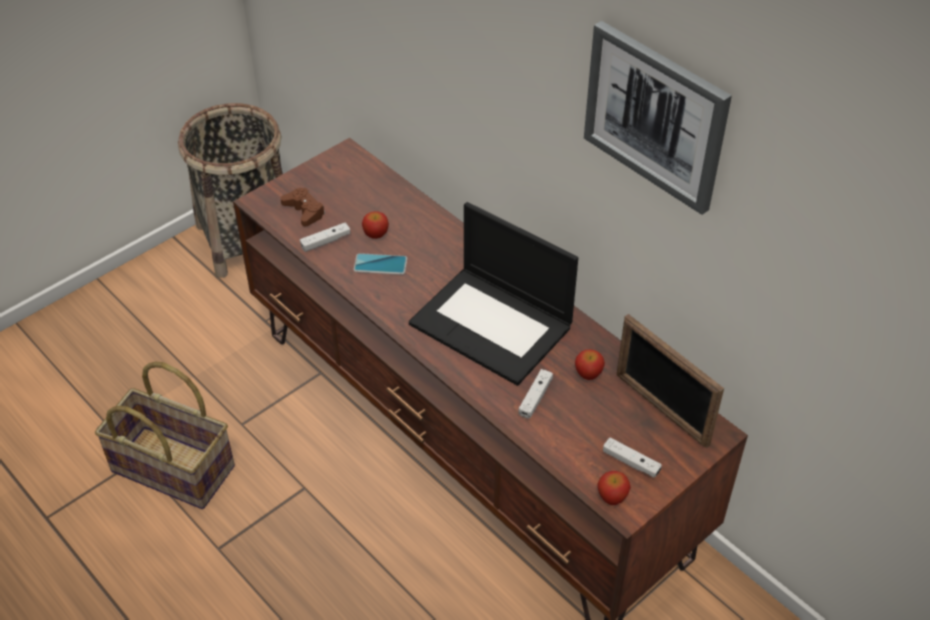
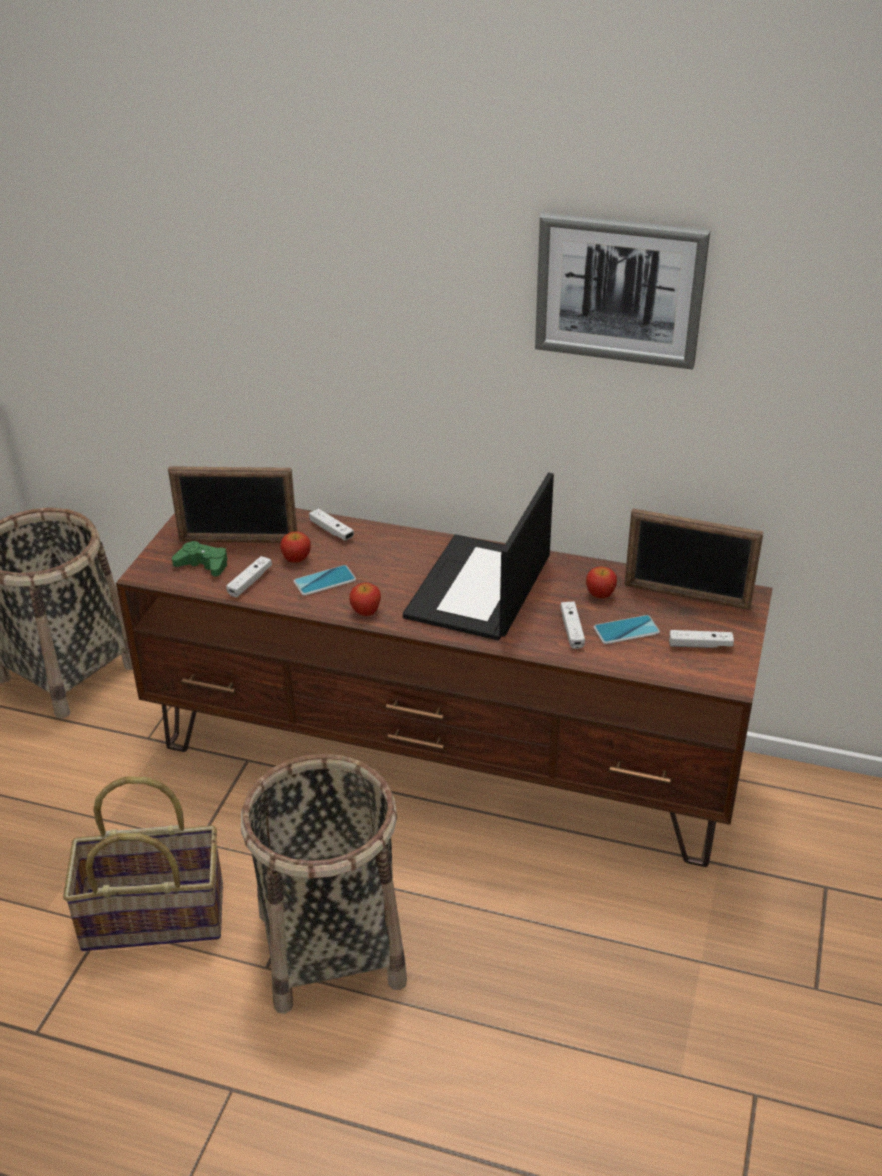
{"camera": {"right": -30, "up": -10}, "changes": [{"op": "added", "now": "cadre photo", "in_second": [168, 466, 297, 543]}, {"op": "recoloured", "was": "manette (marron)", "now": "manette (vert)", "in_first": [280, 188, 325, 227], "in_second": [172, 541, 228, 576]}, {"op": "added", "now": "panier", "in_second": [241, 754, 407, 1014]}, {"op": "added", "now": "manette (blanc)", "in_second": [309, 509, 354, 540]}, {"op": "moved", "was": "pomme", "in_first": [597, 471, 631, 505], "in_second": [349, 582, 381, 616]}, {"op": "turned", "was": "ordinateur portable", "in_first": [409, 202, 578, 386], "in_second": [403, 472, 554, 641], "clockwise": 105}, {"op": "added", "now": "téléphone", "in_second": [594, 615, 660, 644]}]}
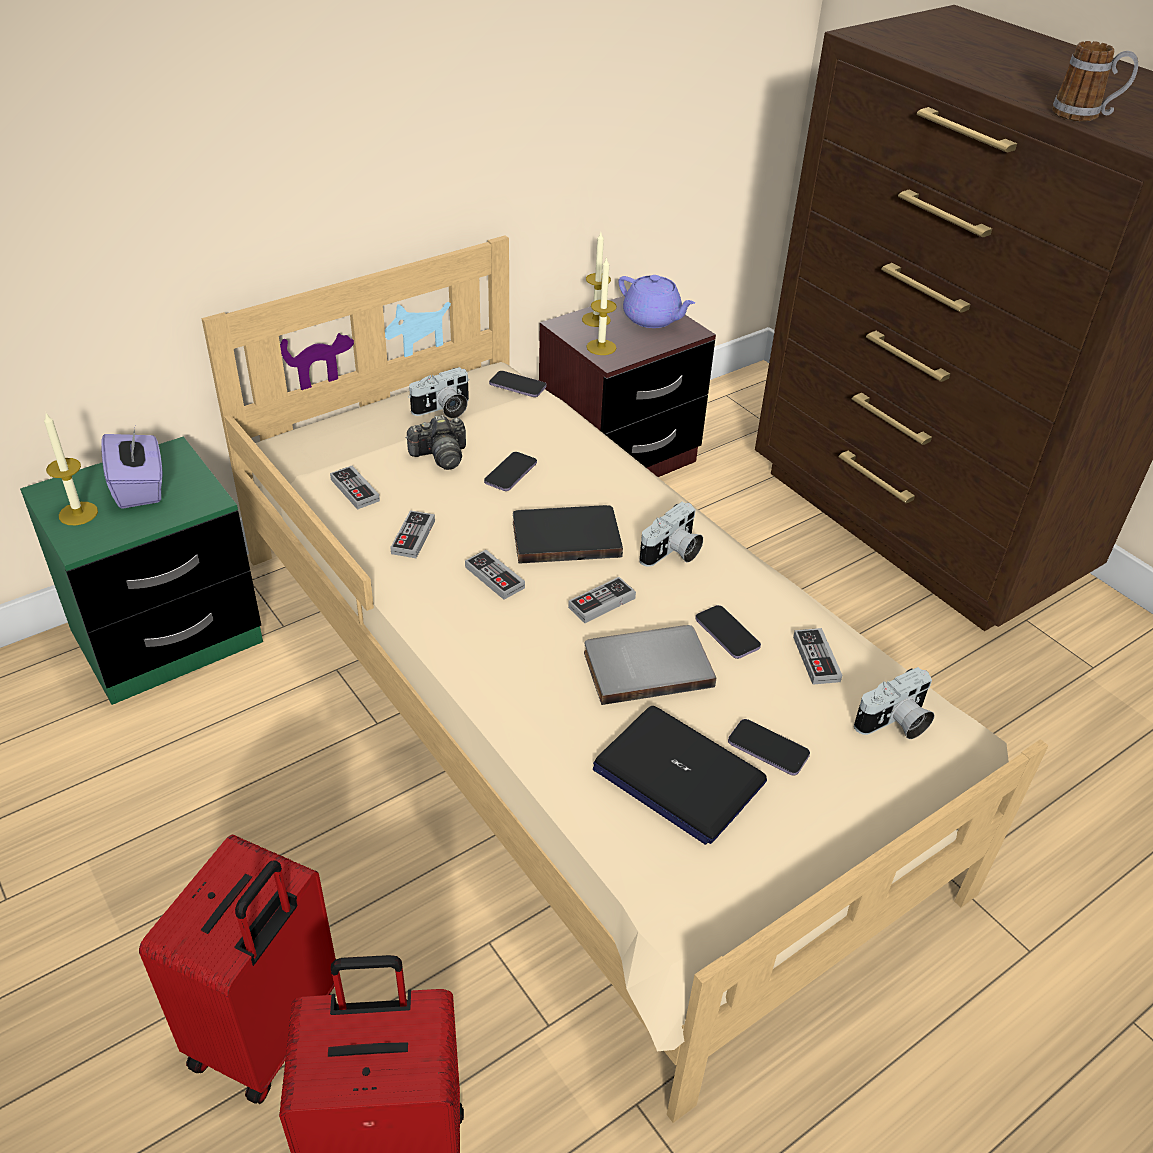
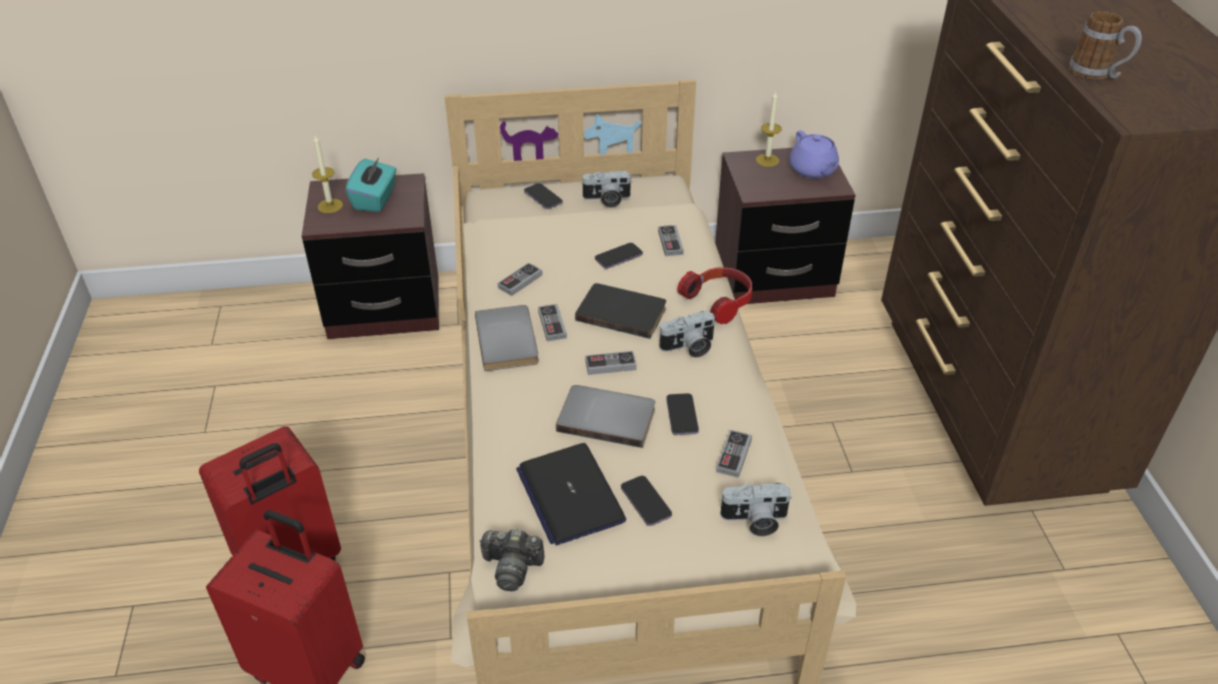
{"camera": {"right": 30, "up": 0}, "changes": [{"op": "recoloured", "was": "table de chevet (vert)", "now": "table de chevet (marron)", "in_first": [20, 436, 263, 705], "in_second": [302, 173, 439, 339]}, {"op": "recoloured", "was": "boîte à mouchoirs (violet)", "now": "boîte à mouchoirs (turquoise)", "in_first": [102, 428, 163, 509], "in_second": [345, 158, 396, 212]}, {"op": "added", "now": "livre (gris)", "in_second": [475, 305, 539, 371]}, {"op": "moved", "was": "appareil photo", "in_first": [406, 415, 466, 470], "in_second": [479, 529, 545, 591]}, {"op": "moved", "was": "téléphone", "in_first": [489, 371, 547, 397], "in_second": [524, 183, 563, 209]}, {"op": "moved", "was": "manette", "in_first": [330, 466, 380, 510], "in_second": [658, 225, 684, 256]}, {"op": "added", "now": "casque audio", "in_second": [677, 267, 752, 324]}, {"op": "removed", "was": "bougie", "in_first": [586, 257, 617, 355]}]}
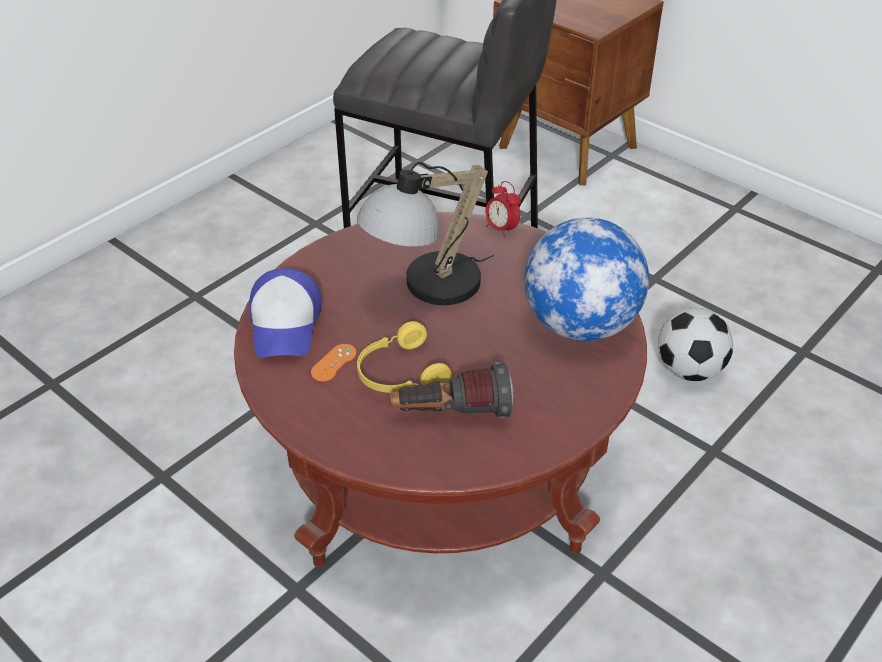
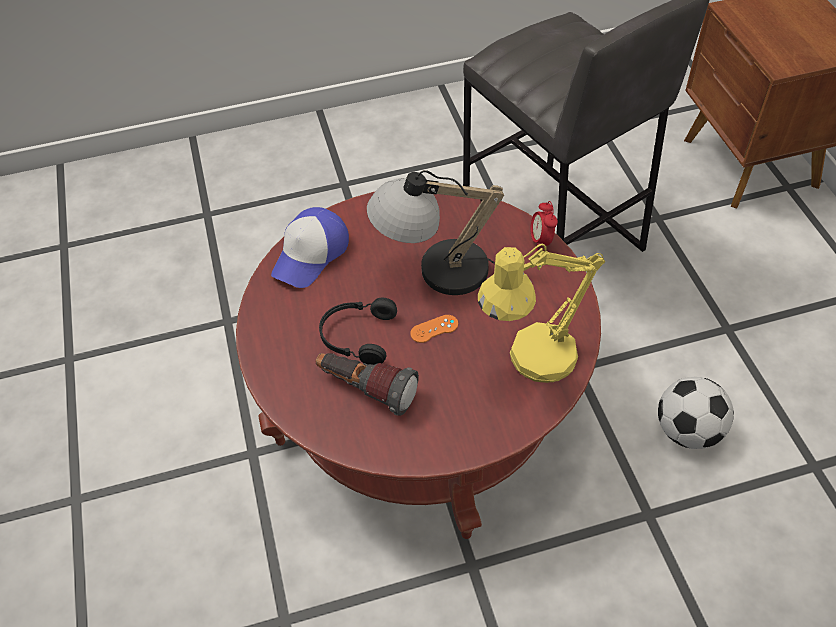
{"camera": {"right": 35, "up": 10}, "changes": [{"op": "recoloured", "was": "casque audio (jaune)", "now": "casque audio (noir)", "in_first": [357, 321, 452, 393], "in_second": [319, 298, 397, 365]}, {"op": "moved", "was": "manette (orange)", "in_first": [311, 344, 357, 381], "in_second": [410, 315, 458, 343]}, {"op": "replaced", "was": "globe", "now": "lampe de table (jaune)", "in_first": [525, 217, 649, 341], "in_second": [478, 243, 605, 383]}]}
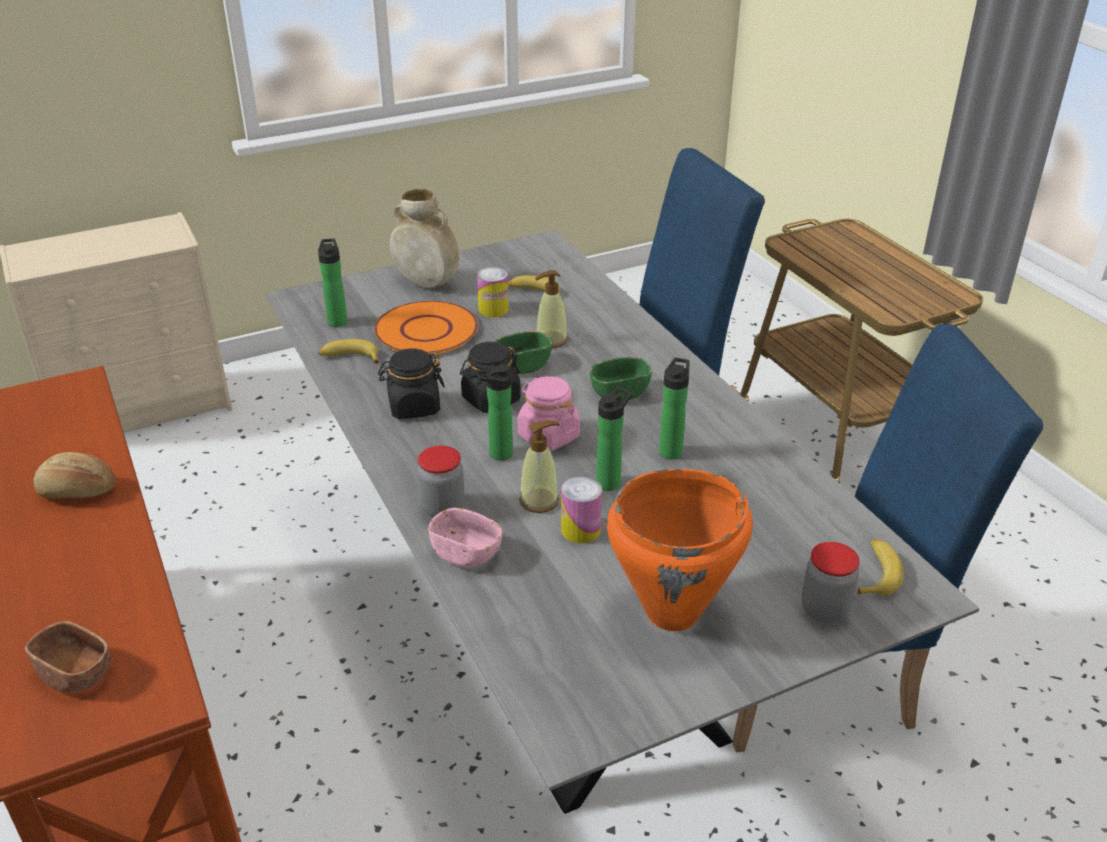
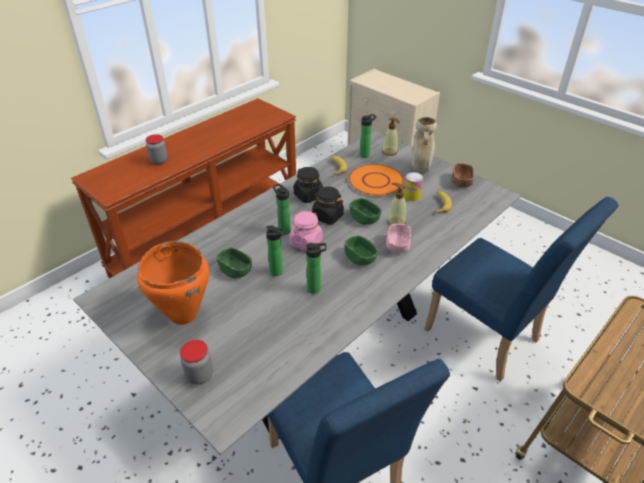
{"camera": {"right": 70, "up": 5}, "changes": [{"op": "moved", "was": "bocal", "in_first": [417, 446, 465, 517], "in_second": [145, 134, 168, 164]}, {"op": "replaced", "was": "boîte métallique", "now": "bol (vert)", "in_first": [561, 476, 602, 543], "in_second": [216, 248, 252, 278]}, {"op": "moved", "was": "distributeur de savon", "in_first": [519, 420, 560, 513], "in_second": [382, 117, 400, 156]}, {"op": "moved", "was": "bol (rose)", "in_first": [428, 508, 502, 567], "in_second": [386, 224, 411, 253]}, {"op": "moved", "was": "bol (marron)", "in_first": [25, 621, 111, 693], "in_second": [452, 163, 474, 188]}, {"op": "removed", "was": "pain", "in_first": [33, 452, 116, 499]}, {"op": "removed", "was": "banane", "in_first": [857, 539, 904, 596]}]}
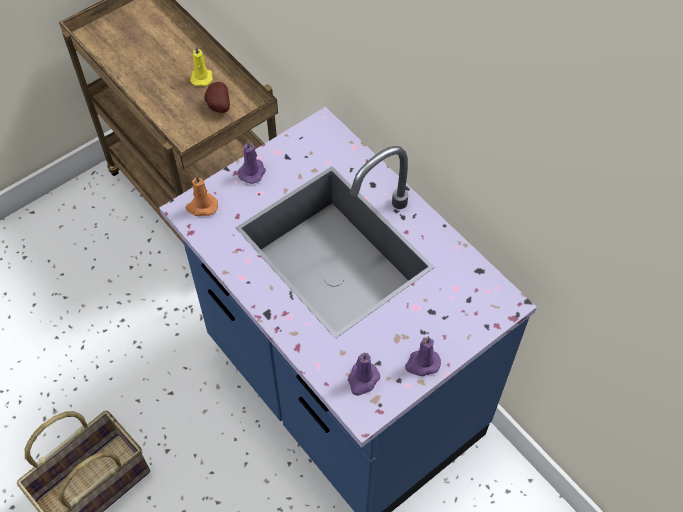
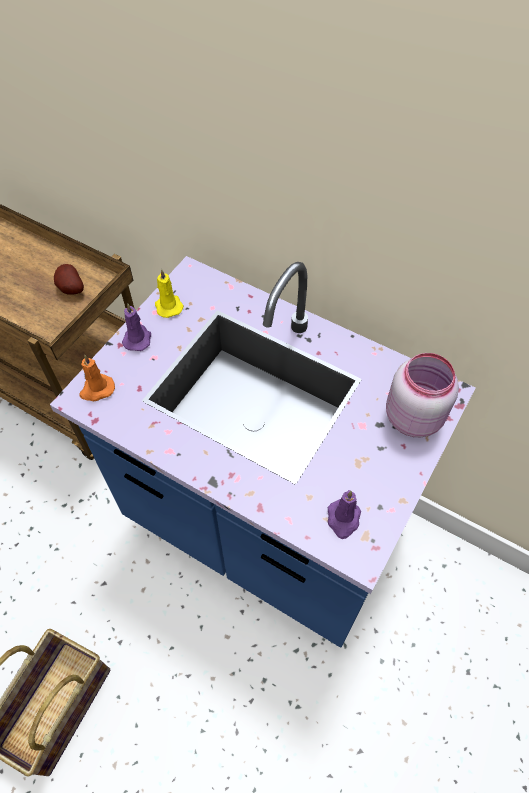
{"camera": {"right": -20, "up": 0}, "changes": [{"op": "moved", "was": "bougie (jaune)", "in_first": [190, 46, 213, 86], "in_second": [155, 269, 184, 318]}, {"op": "added", "now": "bocal (rose)", "in_second": [386, 353, 459, 437]}, {"op": "removed", "was": "bougie (violet)", "in_first": [405, 336, 441, 376]}]}
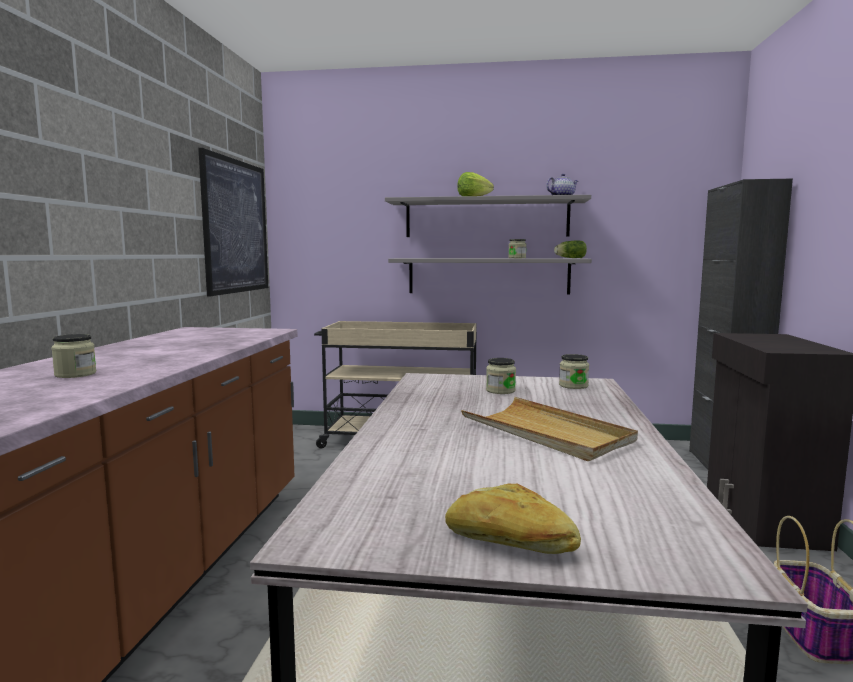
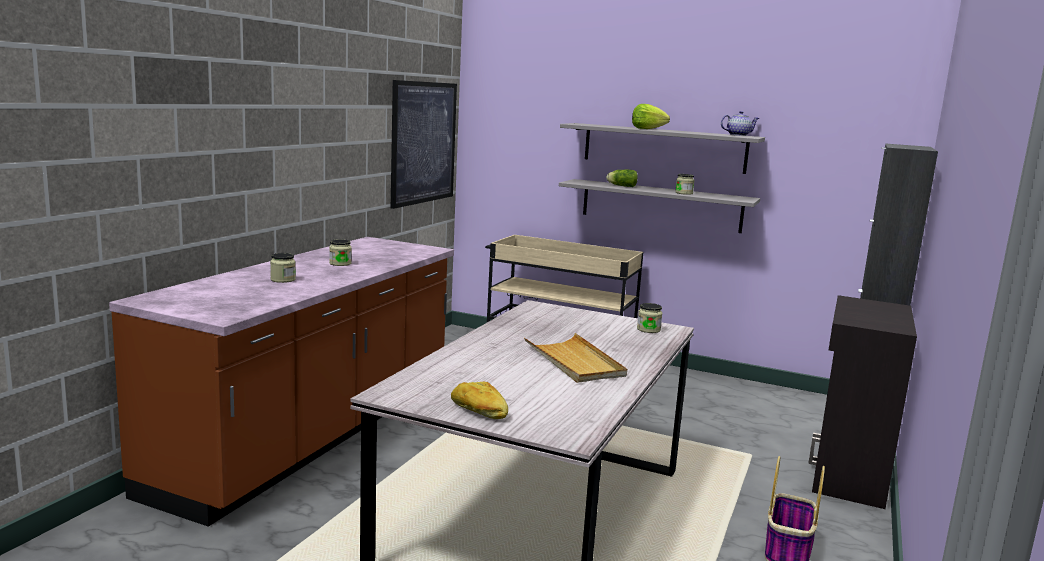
{"camera": {"right": 15, "up": 5}, "changes": [{"op": "moved", "was": "bocal", "in_first": [486, 358, 516, 394], "in_second": [329, 239, 352, 266]}, {"op": "moved", "was": "laitue", "in_first": [554, 241, 587, 258], "in_second": [606, 170, 638, 187]}]}
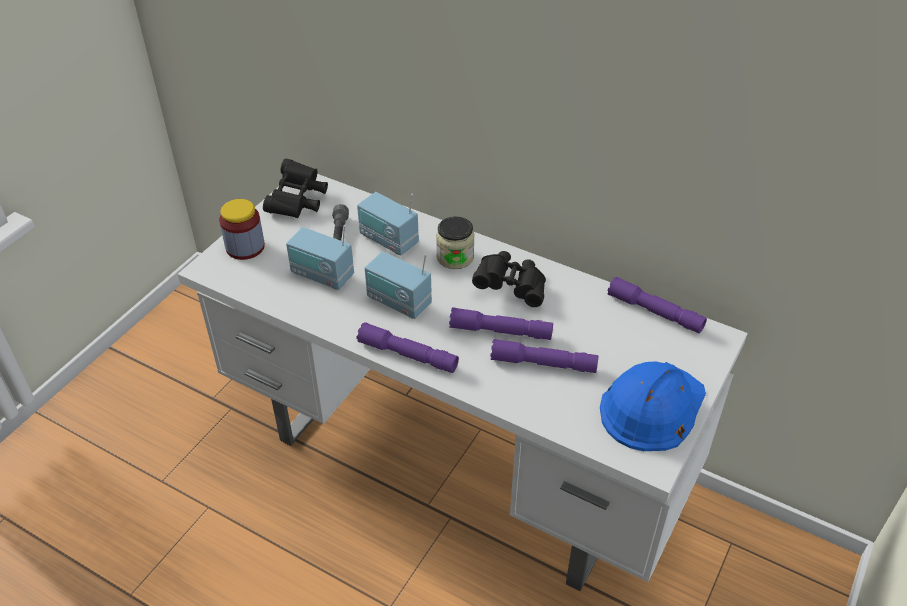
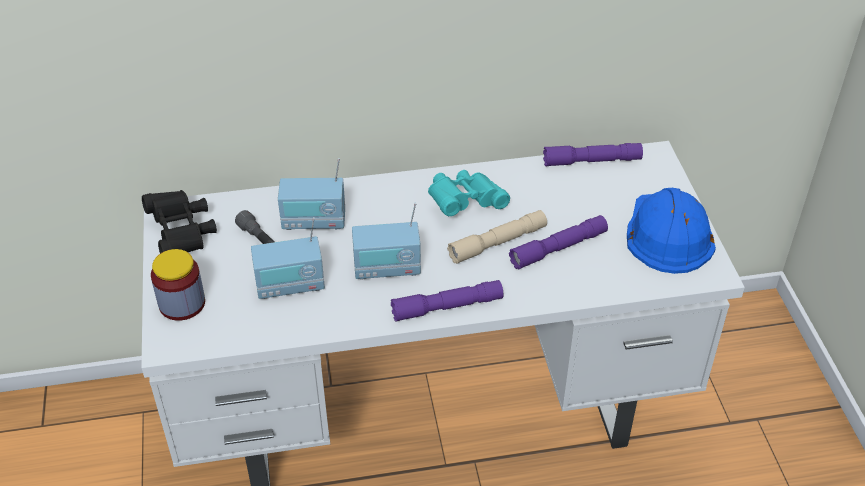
{"camera": {"right": -40, "up": 0}, "changes": [{"op": "recoloured", "was": "jumelles (noir)", "now": "jumelles (turquoise)", "in_first": [472, 251, 546, 307], "in_second": [428, 170, 510, 216]}, {"op": "recoloured", "was": "lampe de poche (violet)", "now": "lampe de poche (beige)", "in_first": [449, 307, 553, 340], "in_second": [447, 210, 547, 264]}, {"op": "removed", "was": "bocal", "in_first": [436, 216, 475, 269]}]}
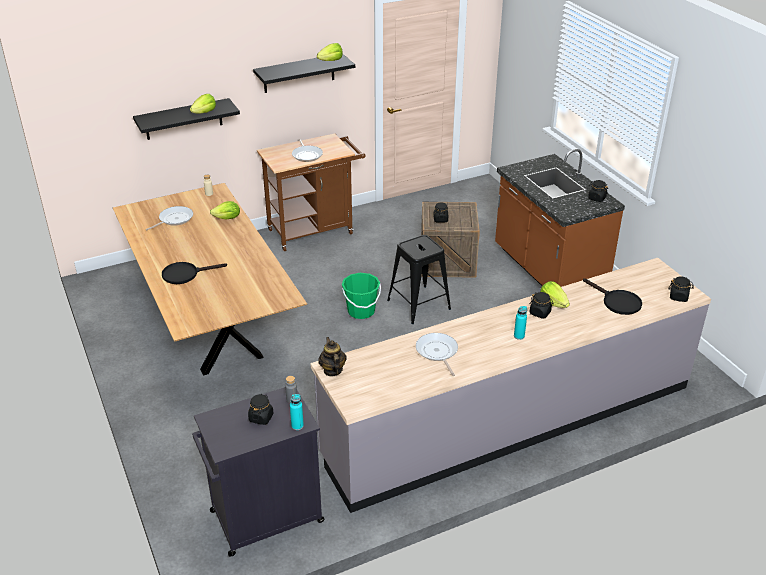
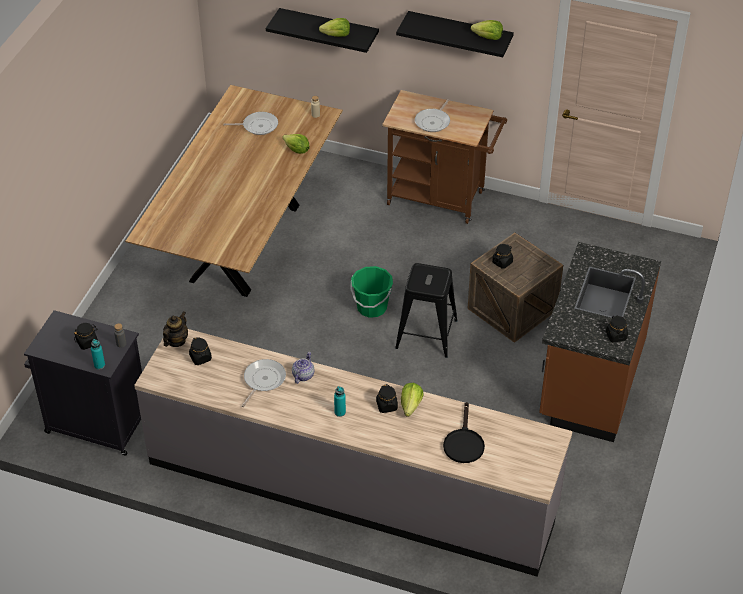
{"camera": {"right": 45, "up": 10}, "changes": [{"op": "moved", "was": "bocal (noir)", "in_first": [668, 276, 694, 302], "in_second": [189, 337, 212, 365]}, {"op": "added", "now": "théière", "in_second": [292, 352, 314, 384]}, {"op": "removed", "was": "poêle (noir)", "in_first": [162, 262, 227, 284]}]}
